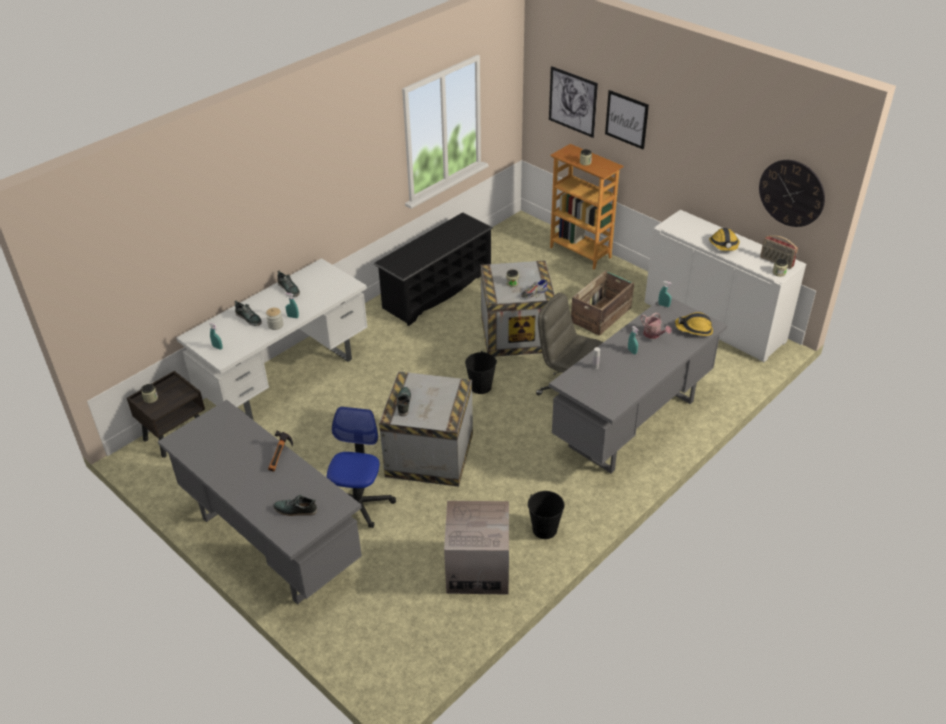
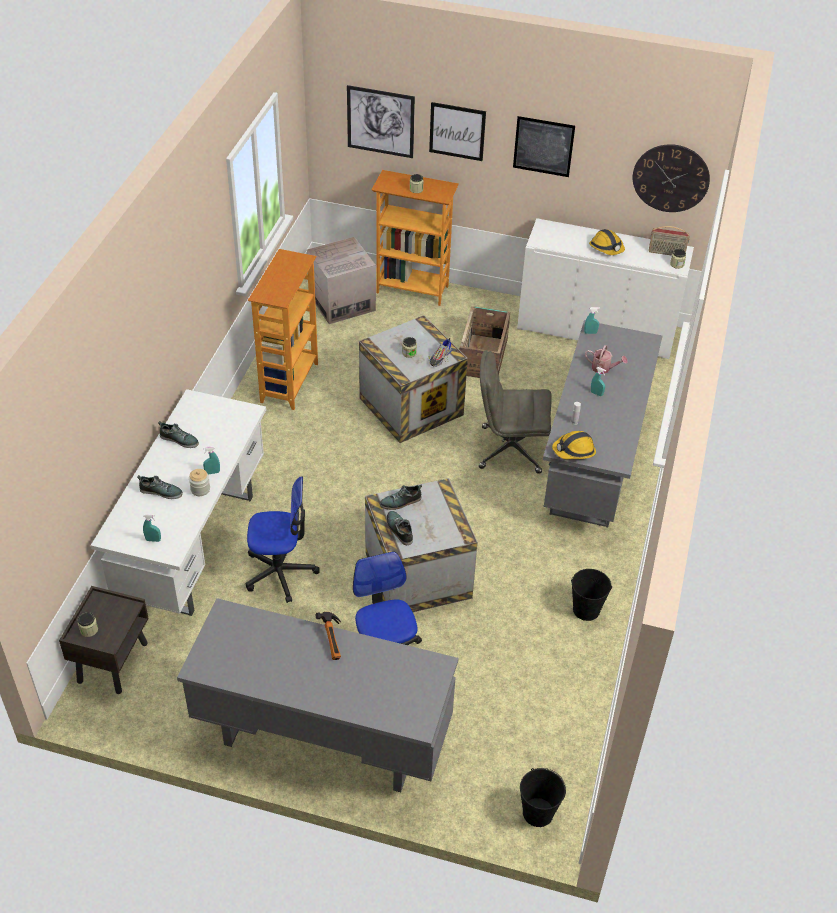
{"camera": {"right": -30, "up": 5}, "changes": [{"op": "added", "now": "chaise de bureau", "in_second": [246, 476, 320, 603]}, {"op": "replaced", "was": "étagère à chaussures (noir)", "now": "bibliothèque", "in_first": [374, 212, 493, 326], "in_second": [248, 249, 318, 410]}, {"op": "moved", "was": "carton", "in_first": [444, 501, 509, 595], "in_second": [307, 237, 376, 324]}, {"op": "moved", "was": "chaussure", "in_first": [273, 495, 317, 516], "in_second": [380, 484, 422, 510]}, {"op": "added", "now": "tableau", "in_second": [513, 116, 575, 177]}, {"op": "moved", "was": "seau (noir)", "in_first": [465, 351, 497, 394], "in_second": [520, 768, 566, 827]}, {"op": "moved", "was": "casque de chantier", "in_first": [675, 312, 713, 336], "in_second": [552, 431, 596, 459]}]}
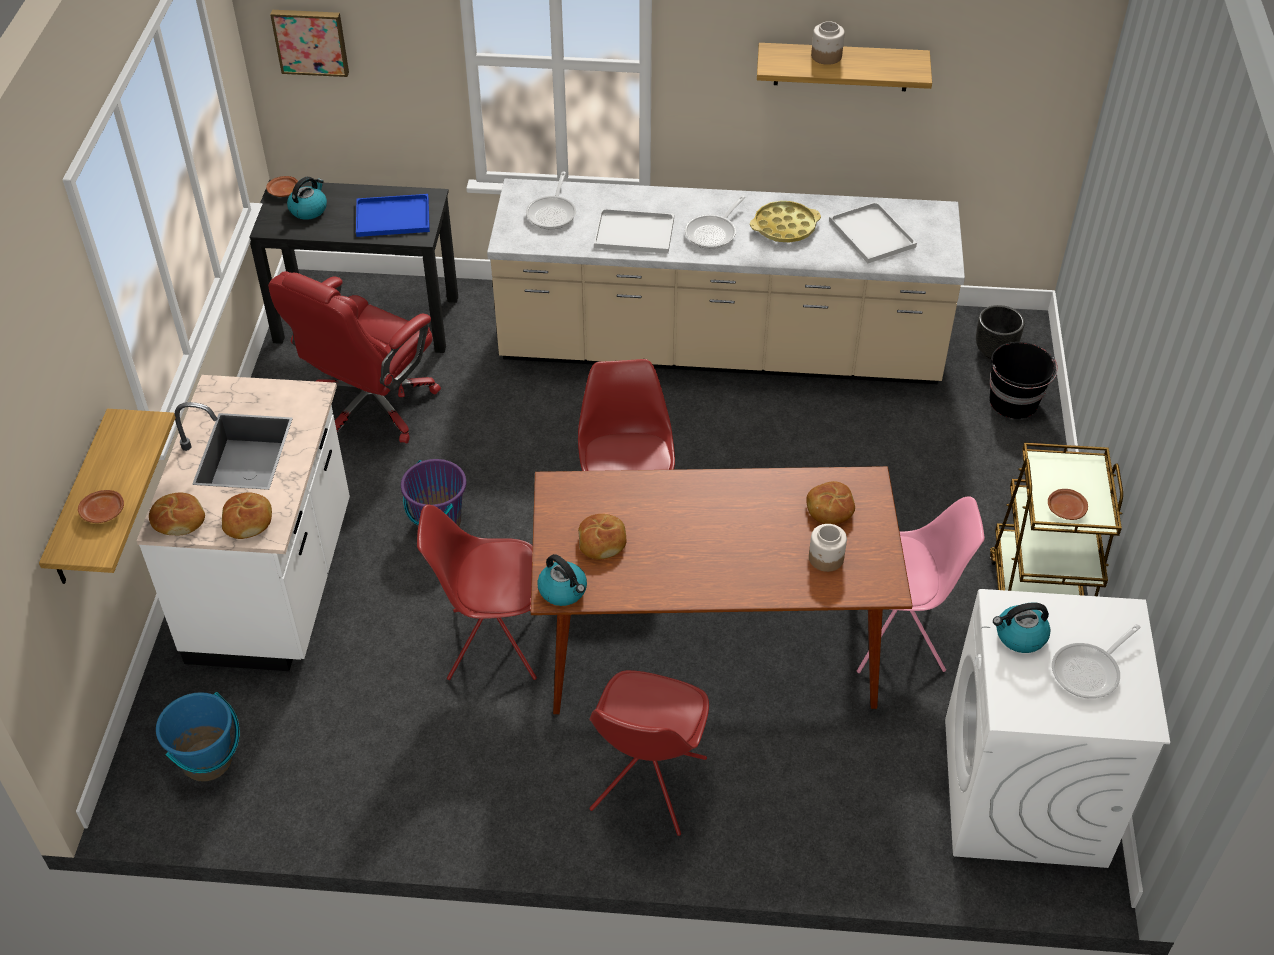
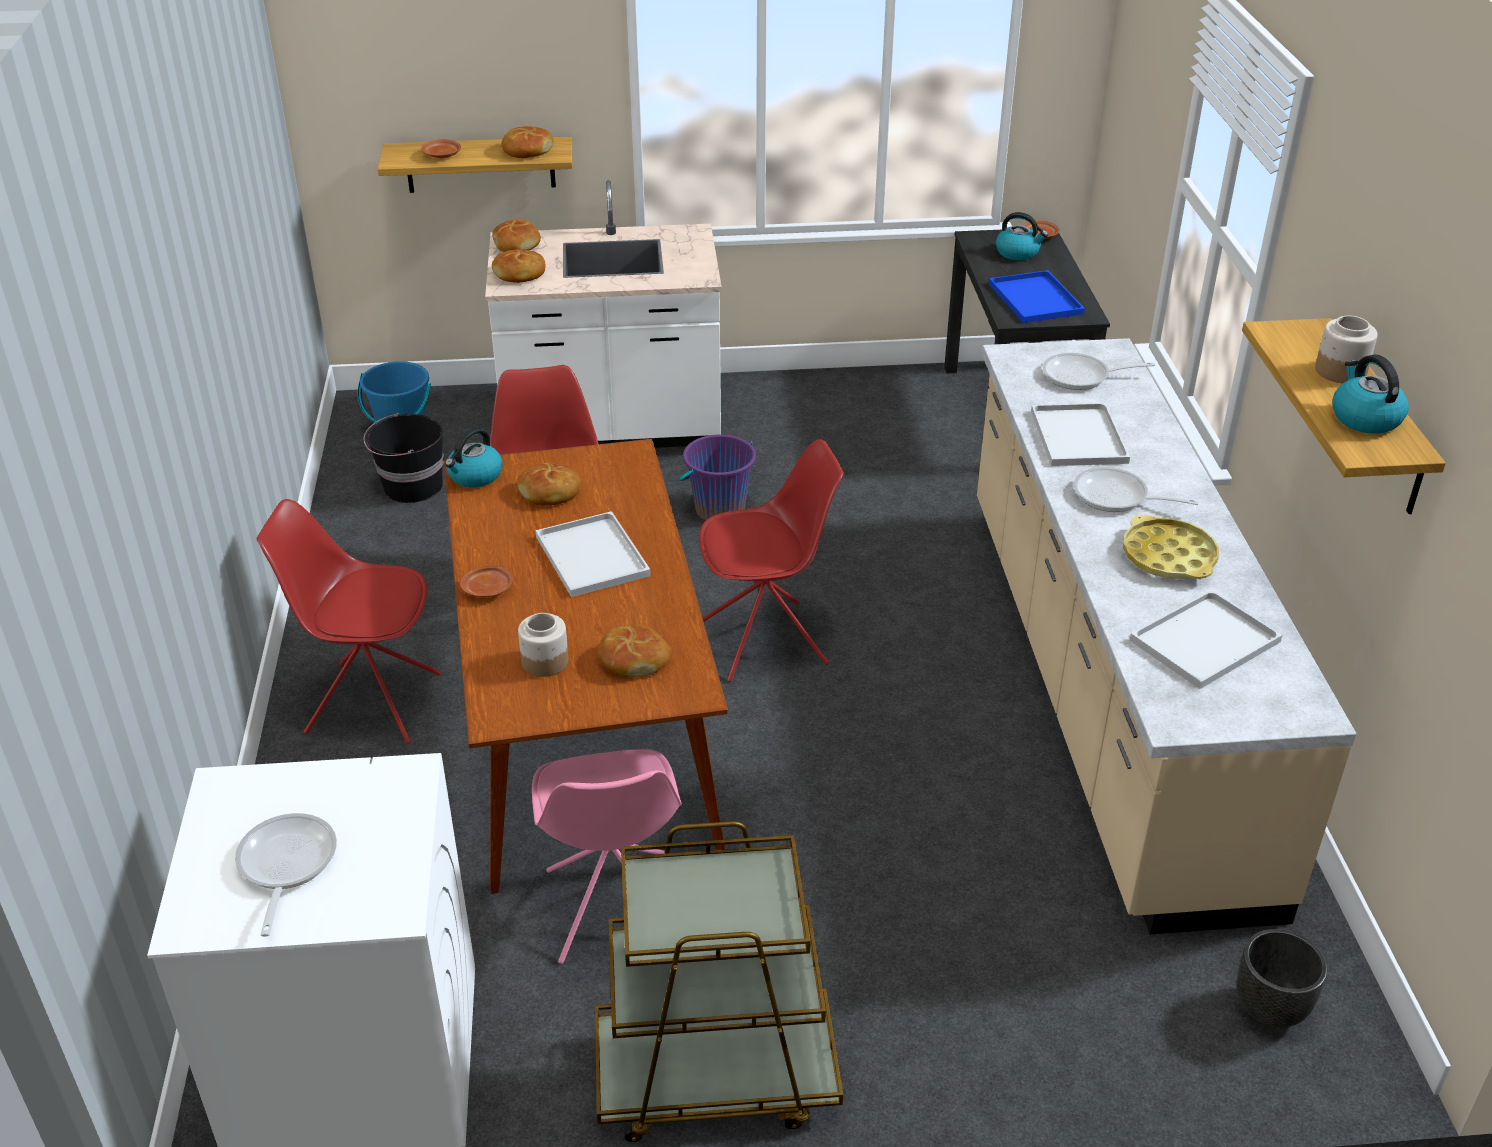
{"camera": {"right": 80, "up": -10}, "changes": [{"op": "turned", "was": "poêle", "in_first": [1052, 624, 1141, 699], "in_second": [235, 813, 337, 937], "clockwise": 45}, {"op": "moved", "was": "seau (noir)", "in_first": [989, 342, 1058, 419], "in_second": [363, 413, 444, 503]}, {"op": "moved", "was": "assiette (marron)", "in_first": [1048, 489, 1088, 520], "in_second": [460, 565, 513, 597]}, {"op": "added", "now": "pain", "in_second": [501, 127, 553, 158]}, {"op": "added", "now": "plateau (blanc)", "in_second": [535, 511, 651, 597]}, {"op": "moved", "was": "bouilloire", "in_first": [993, 602, 1050, 653], "in_second": [1333, 355, 1409, 434]}, {"op": "removed", "was": "chaise de bureau (rouge)", "in_first": [268, 271, 441, 443]}, {"op": "removed", "was": "tableau", "in_first": [270, 10, 349, 77]}]}
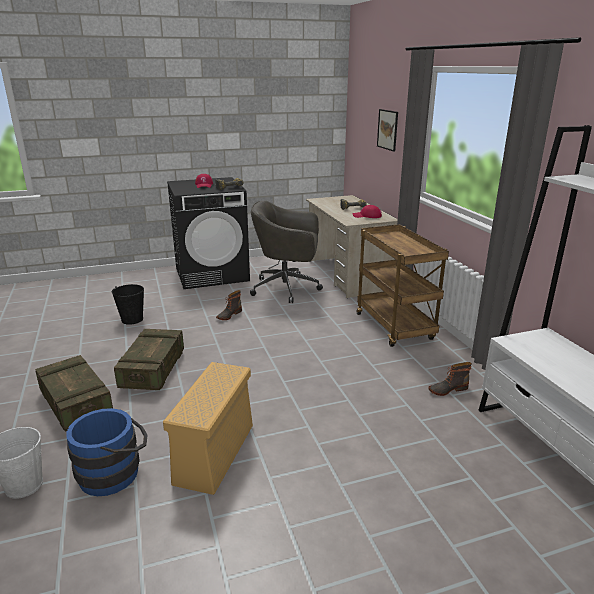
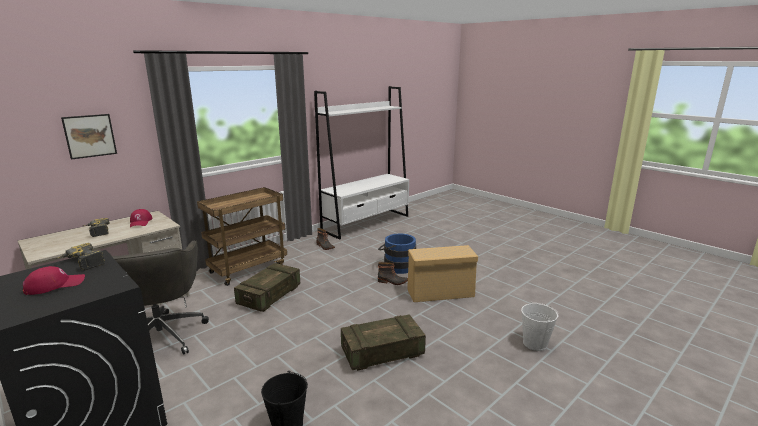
{"camera": {"right": -115, "up": -5}, "changes": [{"op": "moved", "was": "caisse", "in_first": [35, 355, 113, 431], "in_second": [234, 263, 300, 312]}, {"op": "moved", "was": "seau (bleu)", "in_first": [66, 408, 148, 496], "in_second": [378, 234, 416, 274]}, {"op": "moved", "was": "botte", "in_first": [216, 290, 242, 320], "in_second": [378, 262, 408, 285]}]}
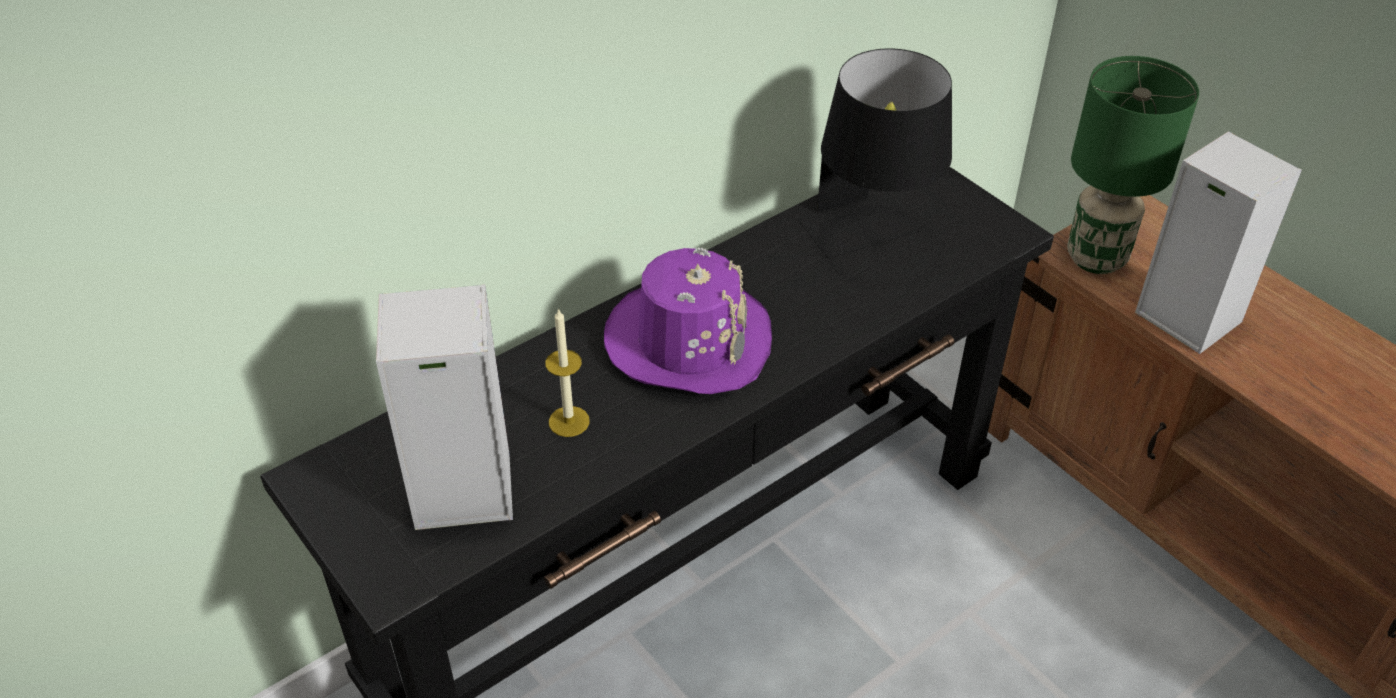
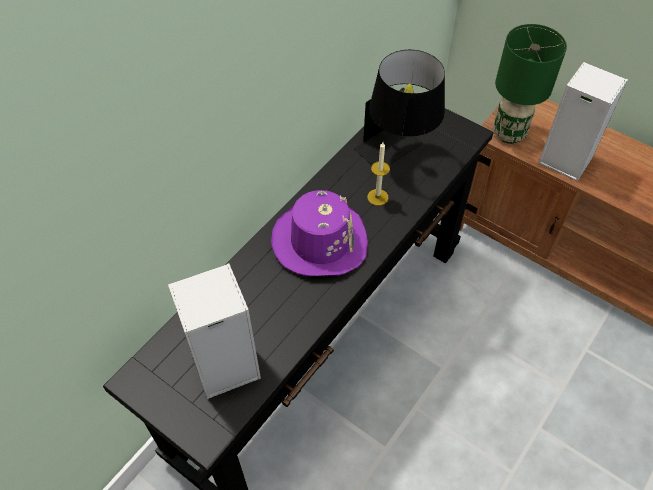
{"camera": {"right": -15, "up": 10}, "changes": [{"op": "moved", "was": "bougie", "in_first": [545, 308, 590, 437], "in_second": [367, 142, 390, 206]}]}
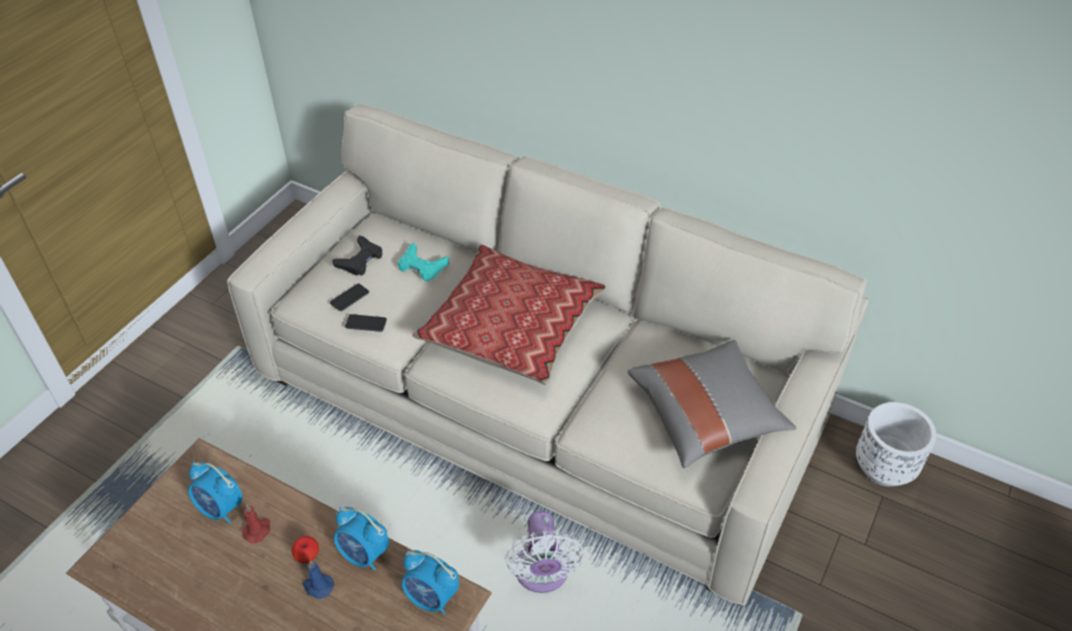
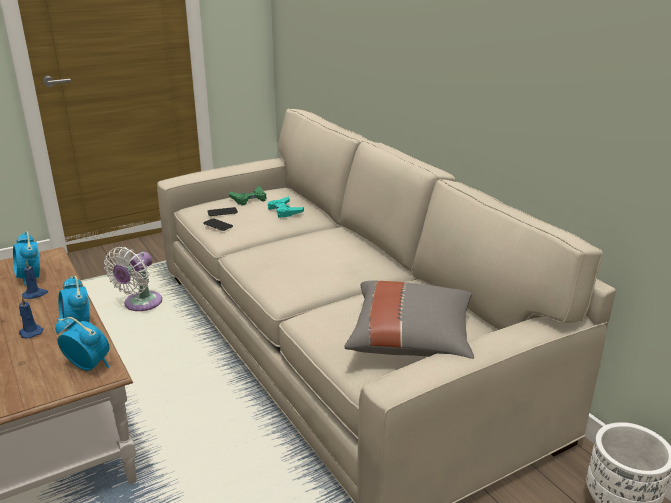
{"camera": {"right": 30, "up": -20}, "changes": [{"op": "recoloured", "was": "bougie (rouge)", "now": "bougie (bleu)", "in_first": [242, 504, 270, 543], "in_second": [22, 261, 48, 299]}, {"op": "turned", "was": "réveil", "in_first": [402, 550, 459, 615], "in_second": [55, 317, 110, 371], "clockwise": 150}, {"op": "moved", "was": "ventilateur (blanc)", "in_first": [505, 511, 584, 593], "in_second": [104, 247, 162, 311]}, {"op": "recoloured", "was": "manette (noir)", "now": "manette (vert)", "in_first": [332, 236, 382, 276], "in_second": [229, 186, 266, 205]}, {"op": "removed", "was": "pomme", "in_first": [292, 536, 319, 563]}, {"op": "removed", "was": "coussin", "in_first": [412, 245, 606, 385]}]}
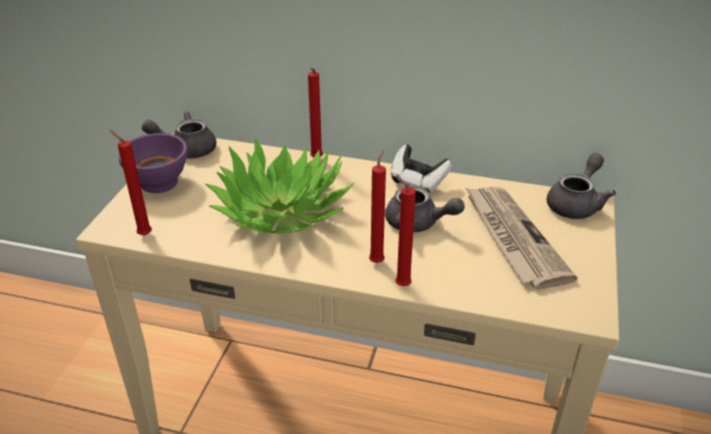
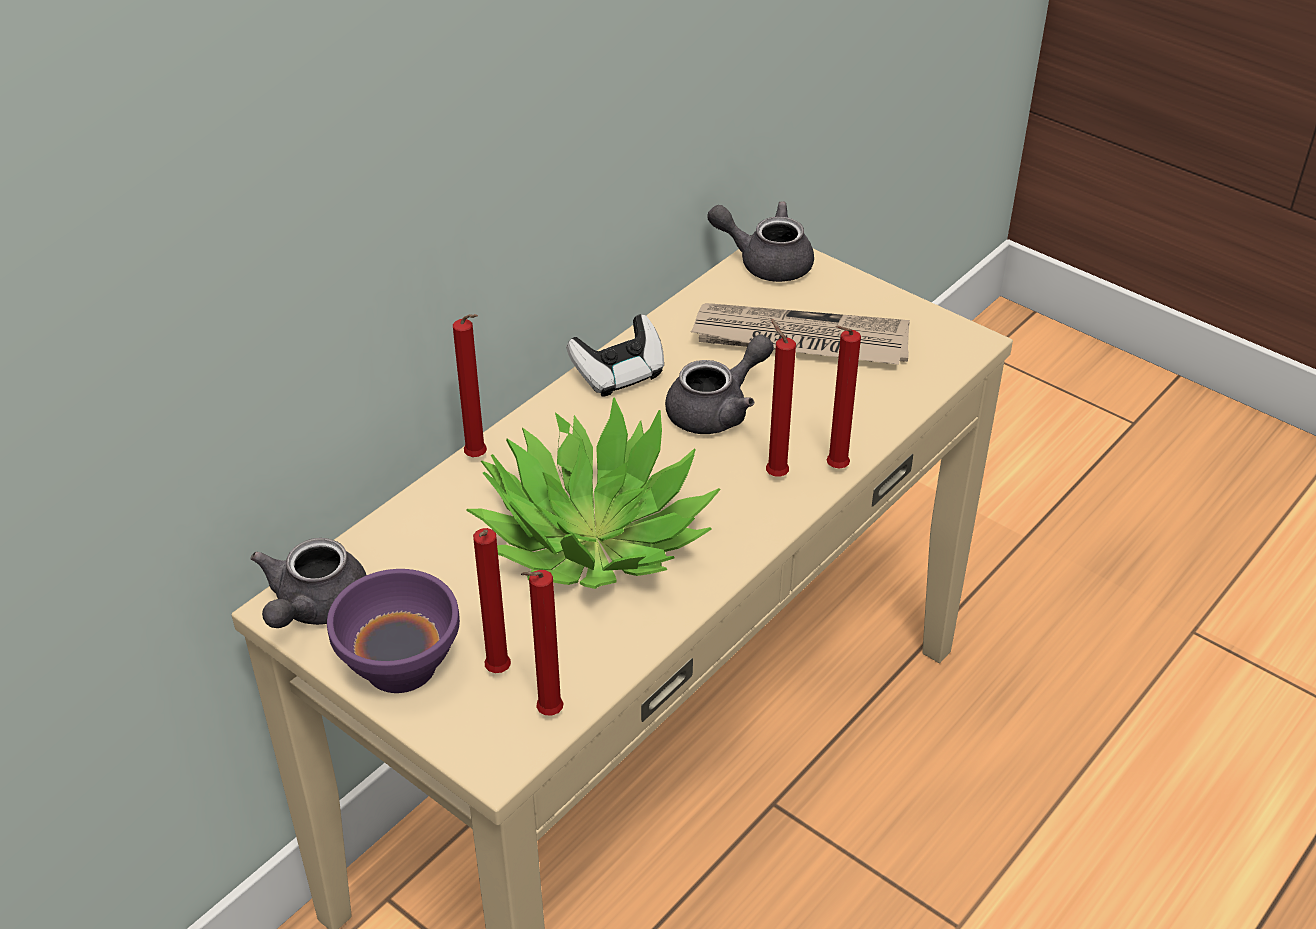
{"camera": {"right": -65, "up": 5}, "changes": [{"op": "added", "now": "bougie (rouge)", "in_second": [473, 528, 511, 673]}, {"op": "turned", "was": "théière (gris)", "in_first": [547, 153, 616, 219], "in_second": [707, 201, 814, 282], "clockwise": -45}]}
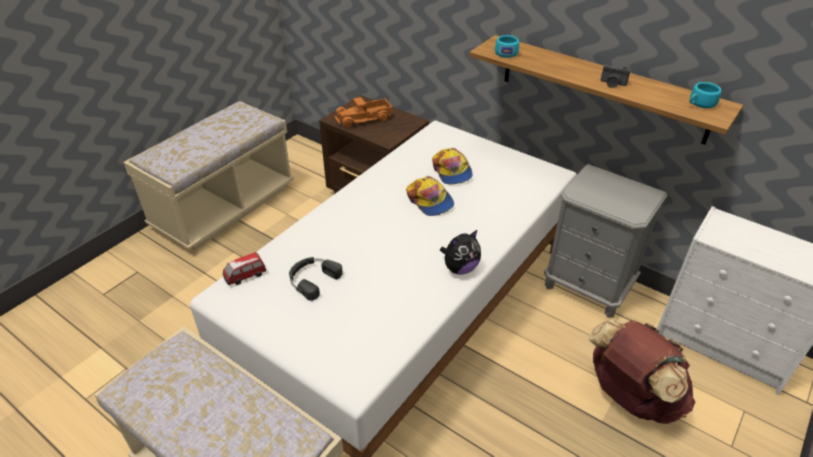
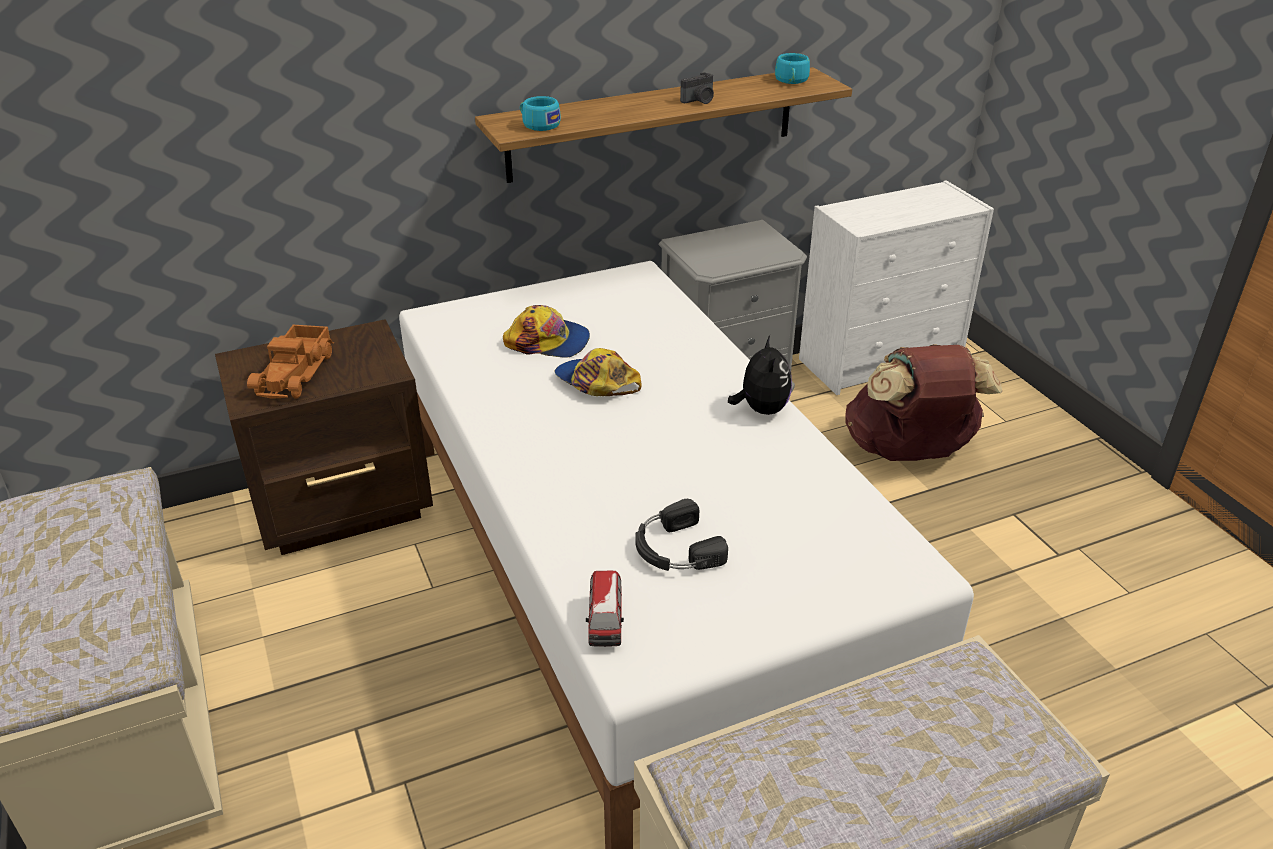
{"camera": {"right": -60, "up": -5}, "changes": [{"op": "turned", "was": "casquette", "in_first": [406, 176, 454, 216], "in_second": [554, 348, 642, 396], "clockwise": -135}]}
